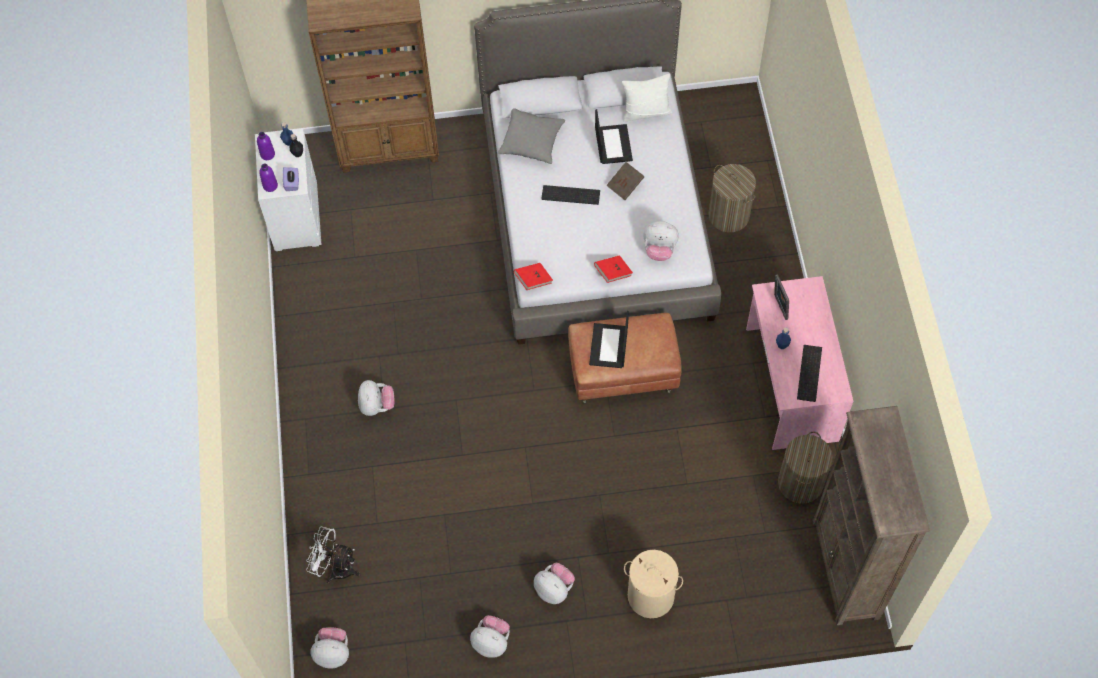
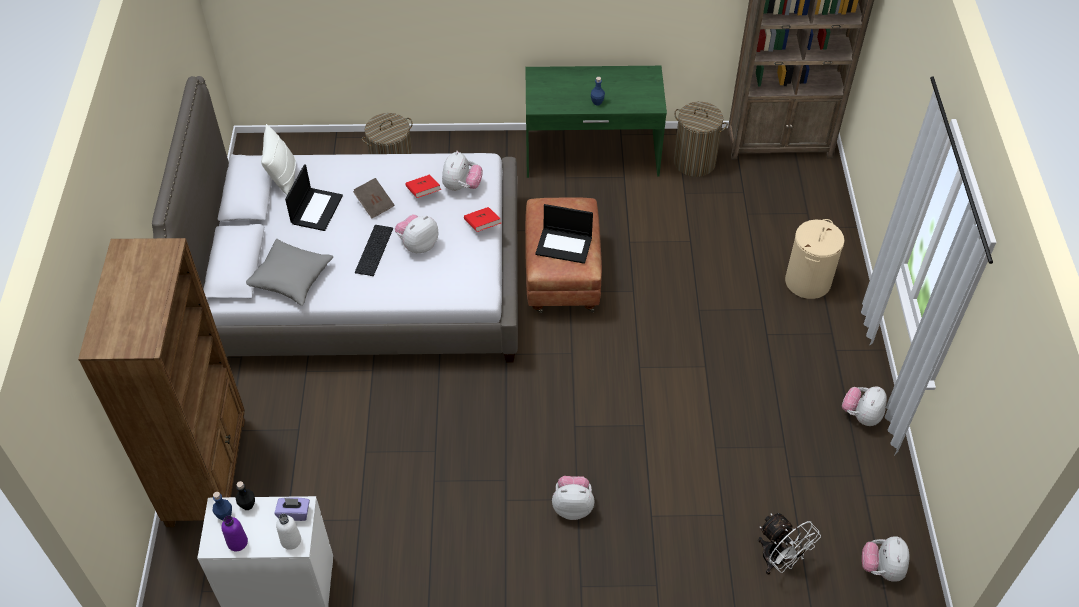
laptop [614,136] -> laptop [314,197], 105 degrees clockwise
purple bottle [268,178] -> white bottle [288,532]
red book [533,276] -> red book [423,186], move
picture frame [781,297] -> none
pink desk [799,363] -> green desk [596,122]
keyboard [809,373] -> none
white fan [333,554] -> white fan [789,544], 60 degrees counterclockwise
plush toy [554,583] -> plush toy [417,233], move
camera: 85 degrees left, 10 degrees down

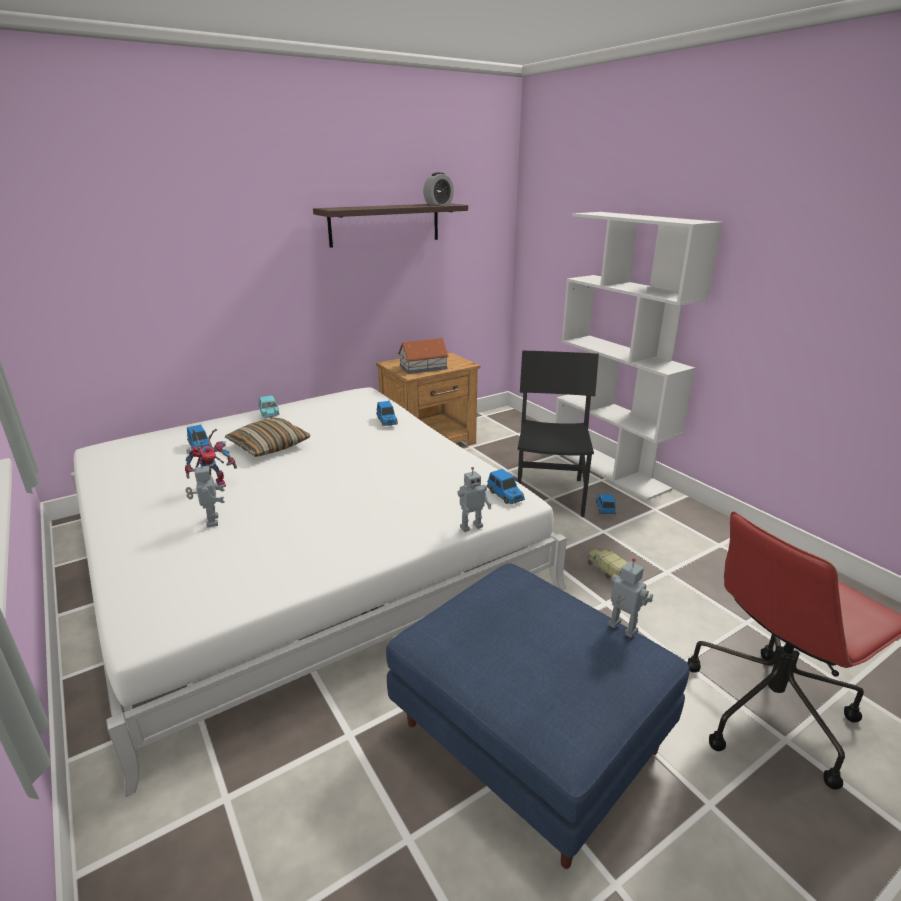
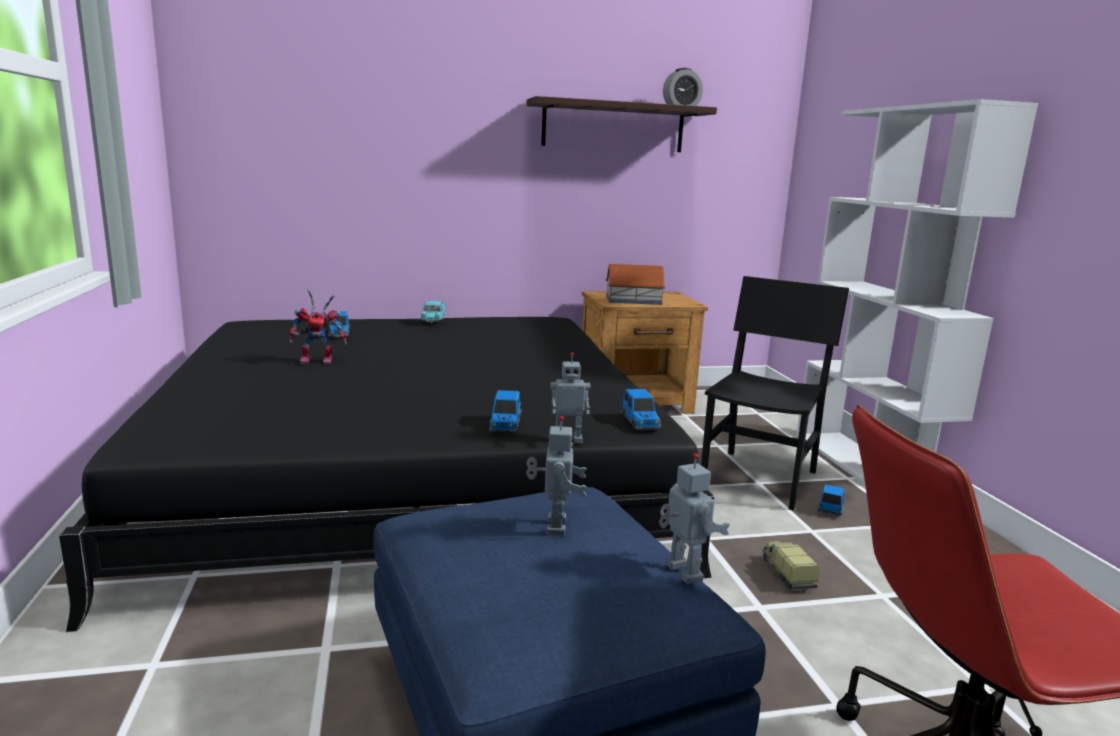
white bed [319,592] -> black bed [387,474]
toy car [387,413] -> toy car [505,411], move
pillow [268,437] -> none
toy robot [205,494] -> toy robot [556,476], move
camera: 20 degrees right, 10 degrees down

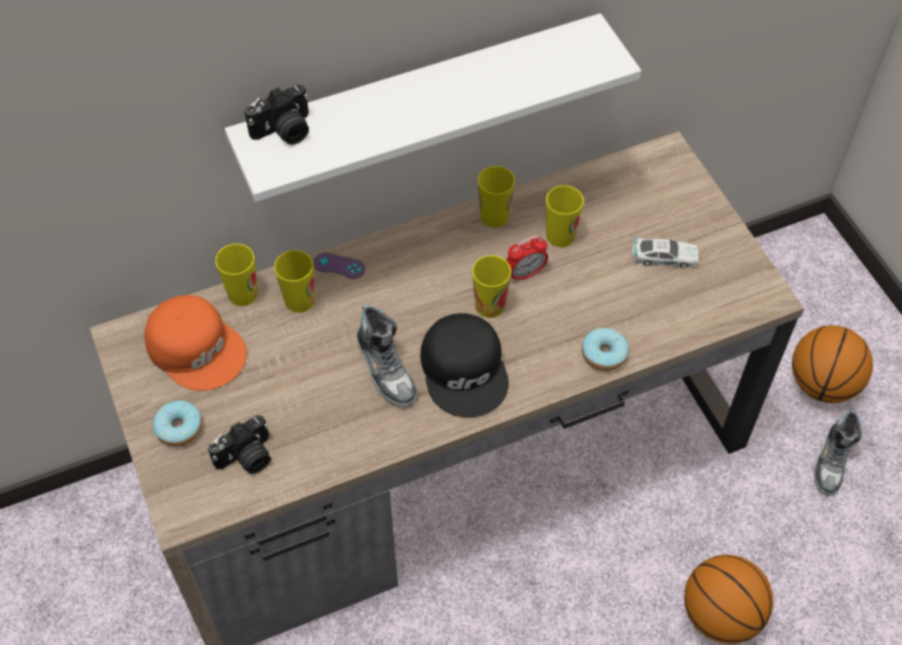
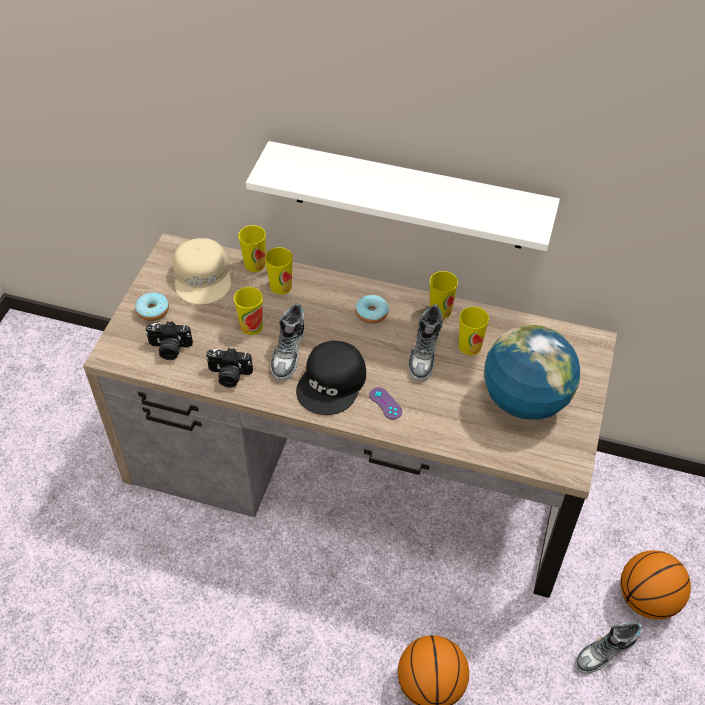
photo camera [276,115] -> photo camera [229,368], move
alarm clock [527,259] -> shoe [425,342]
toy car [665,252] -> globe [532,372]
purple game controller [339,266] -> purple game controller [385,403], move
cup [491,286] -> cup [248,311], move
orange cap [195,343] -> beige cap [201,271]
donut [605,349] -> donut [372,309], move
camera: 40 degrees right, 5 degrees down

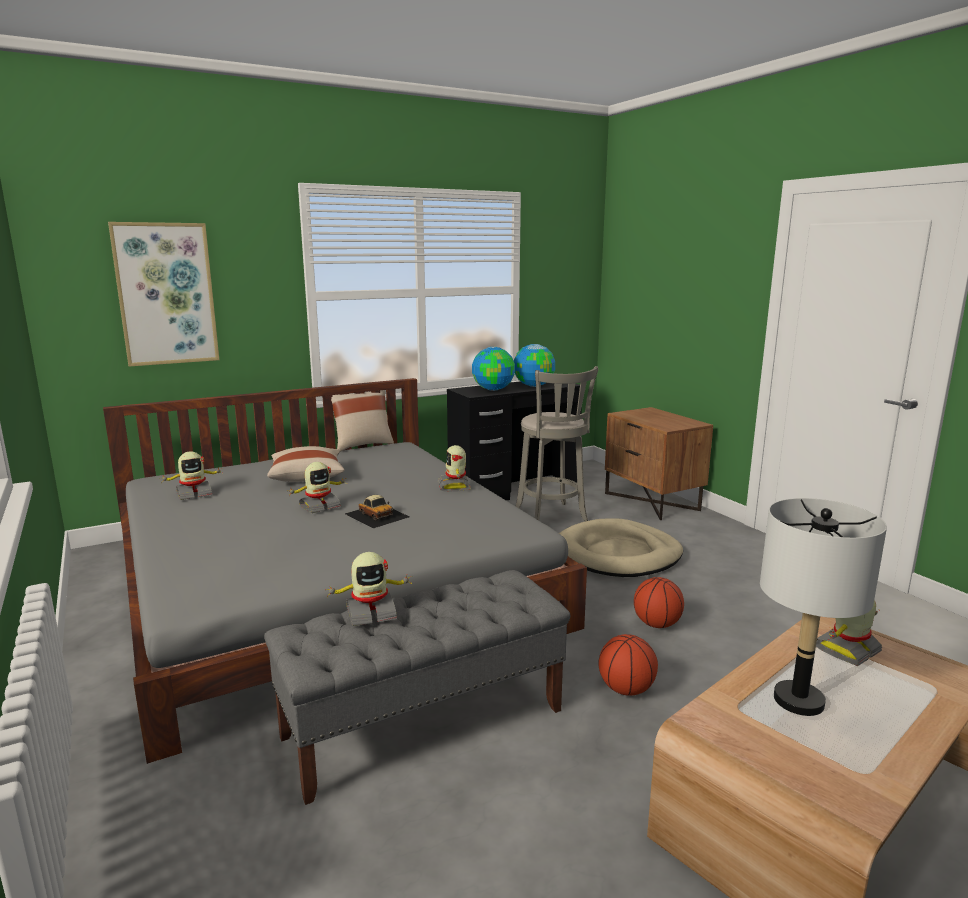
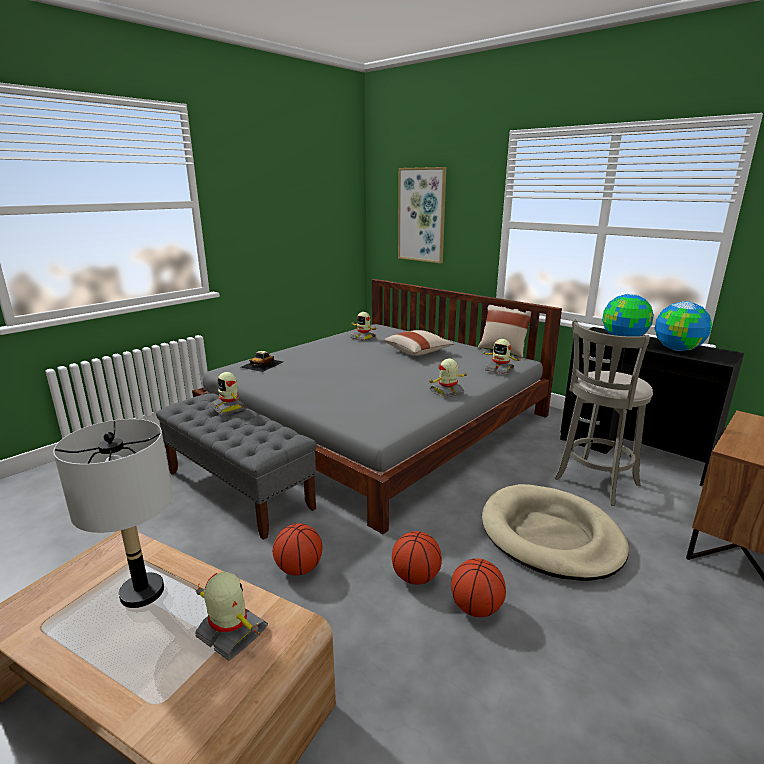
toy robot [318,487] -> toy robot [502,357], move
toy car [377,511] -> toy car [262,361], move
none -> basketball [478,588]
camera: 70 degrees right, 5 degrees up

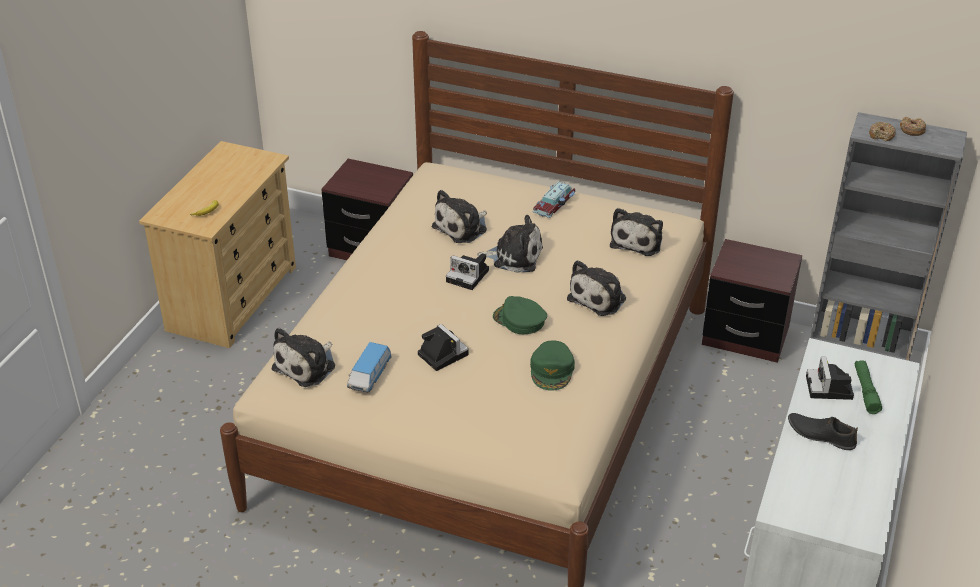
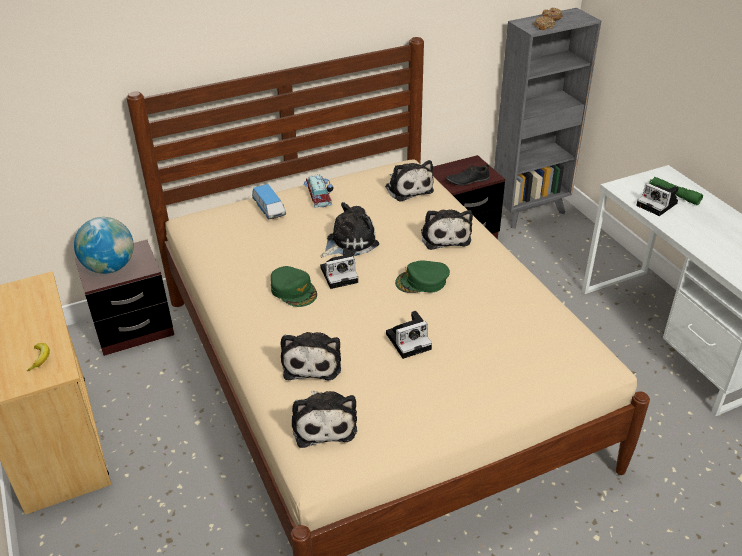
plush toy [459,216] -> plush toy [311,356], move
photo camera [443,347] -> photo camera [409,335], 150 degrees clockwise
green cap [552,365] -> green cap [294,286], move
toy car [369,367] -> toy car [269,201], move
black shoe [823,431] -> black shoe [468,175], move
none -> globe [104,245]
camera: 45 degrees left, 0 degrees up

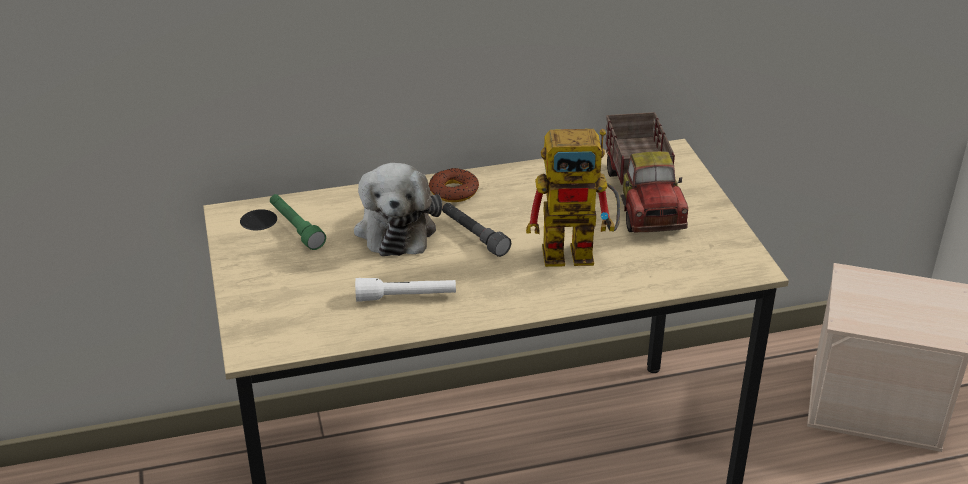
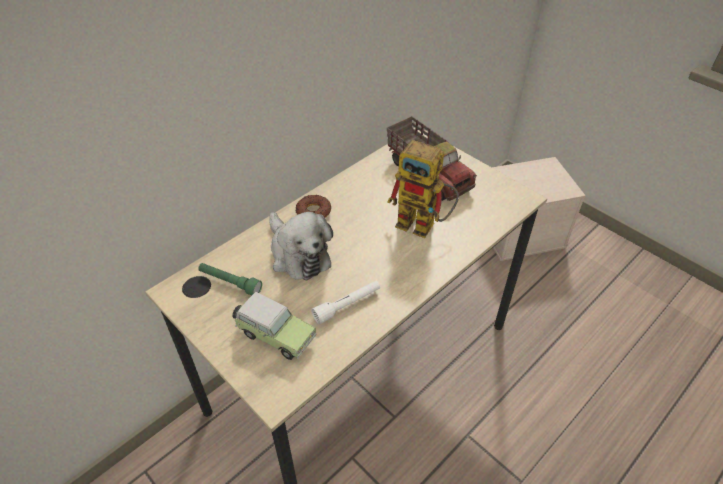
toy robot [573,198] -> toy robot [423,189], 60 degrees clockwise
grey flashlight [476,230] -> none
none -> toy car [274,326]
camera: 30 degrees left, 10 degrees up

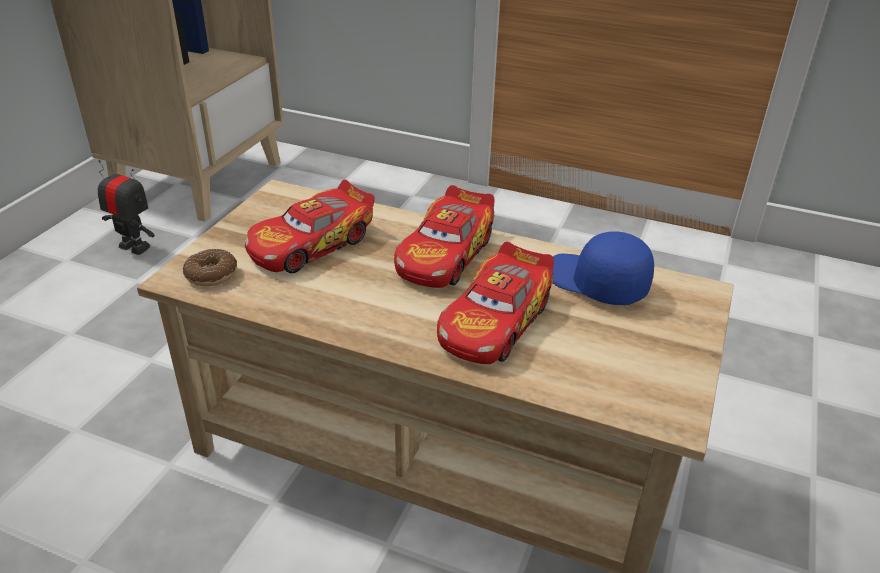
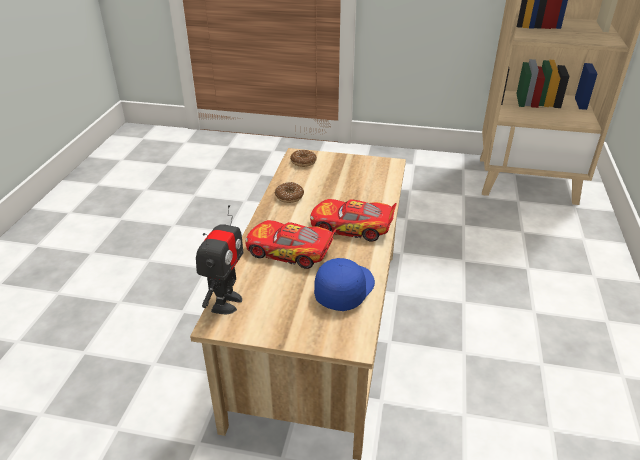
toy robot [126,207] -> toy robot [219,259], move
toy car [310,226] -> none
none -> donut [289,192]
camera: 80 degrees right, 0 degrees up

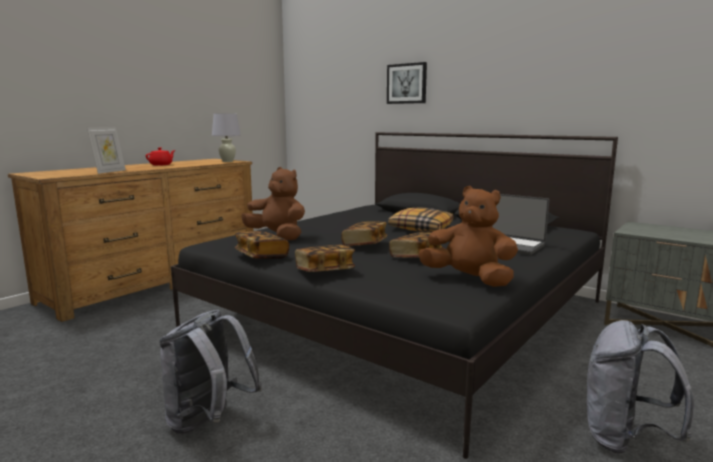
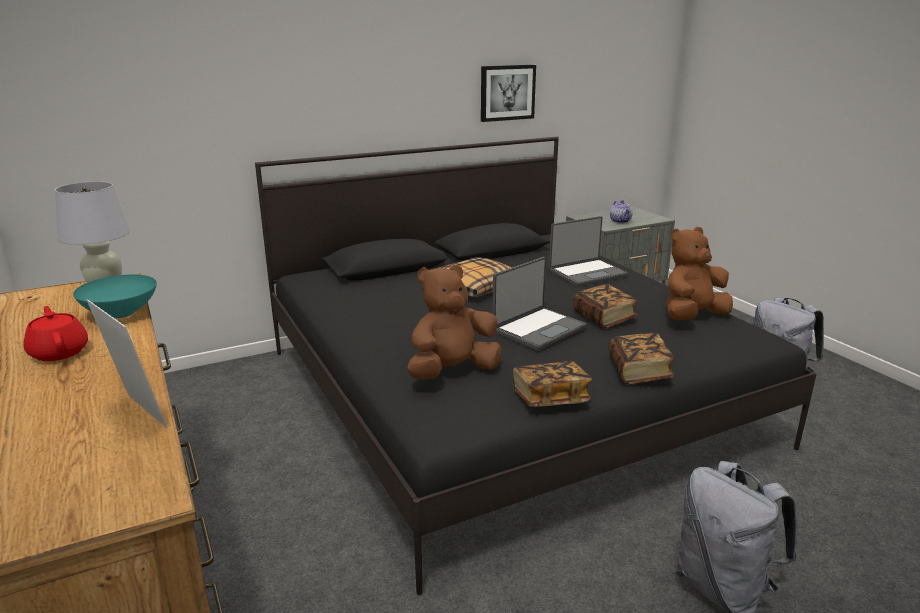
picture [407,83] -> picture [508,93], move
book [364,233] -> laptop [539,303]
none -> teapot [621,211]
none -> turquoise bowl [115,296]
camera: 65 degrees left, 10 degrees up

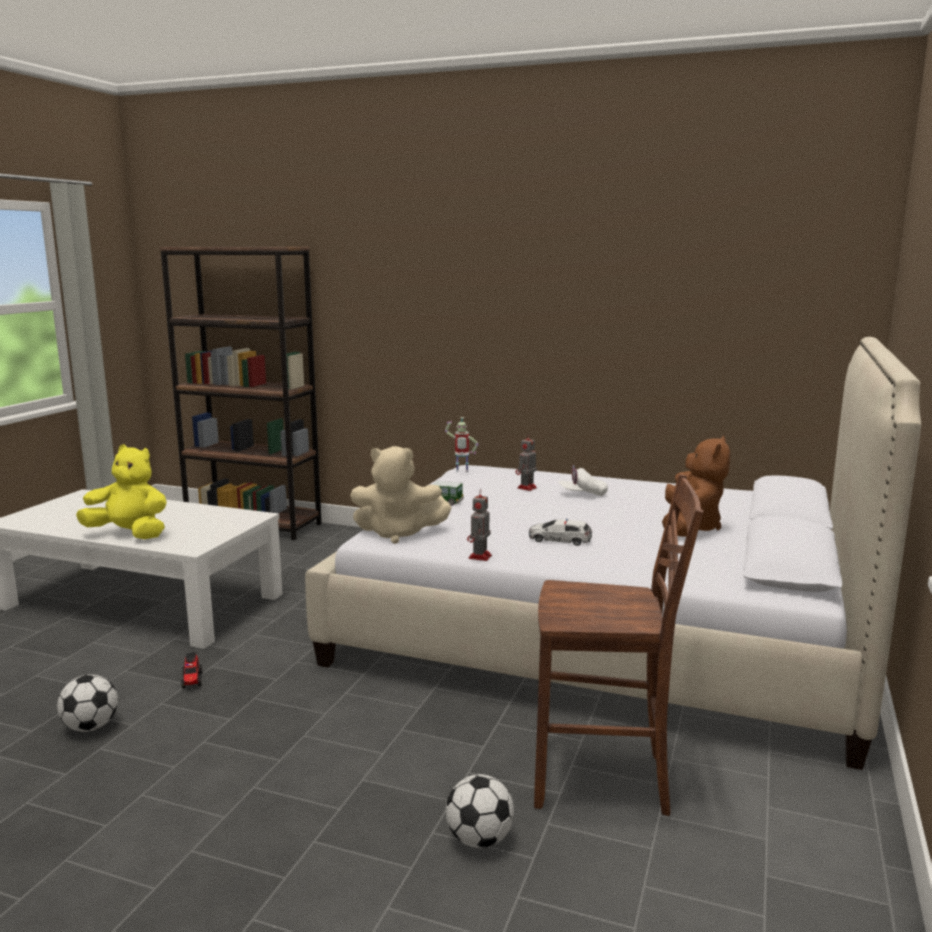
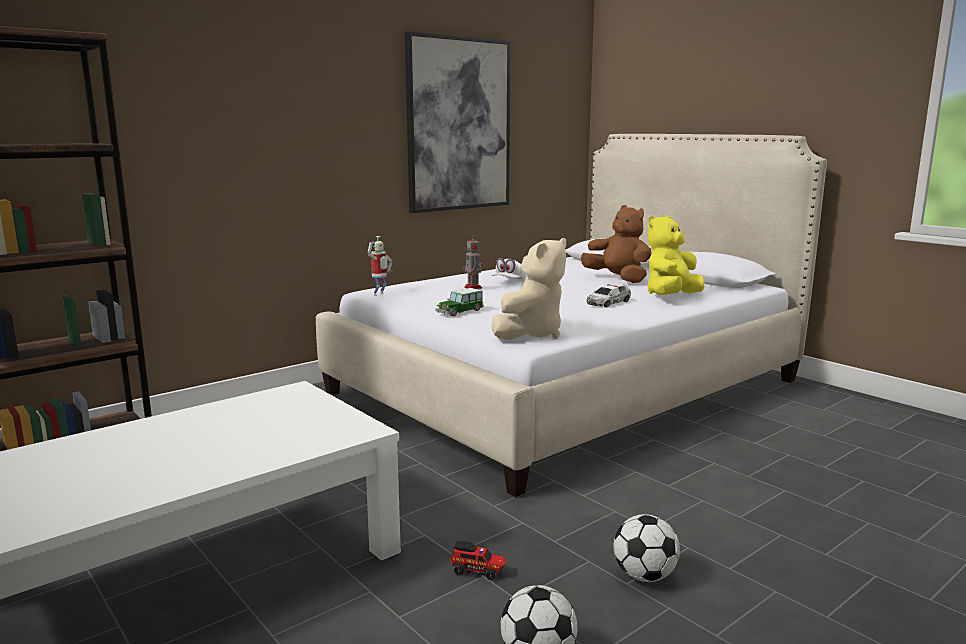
yellow plush toy [121,491] -> yellow plush toy [676,255], move
brown chair [619,645] -> none
toy robot [479,527] -> none
football [480,811] -> football [647,548], move
none -> picture [458,122]
camera: 60 degrees left, 0 degrees up

